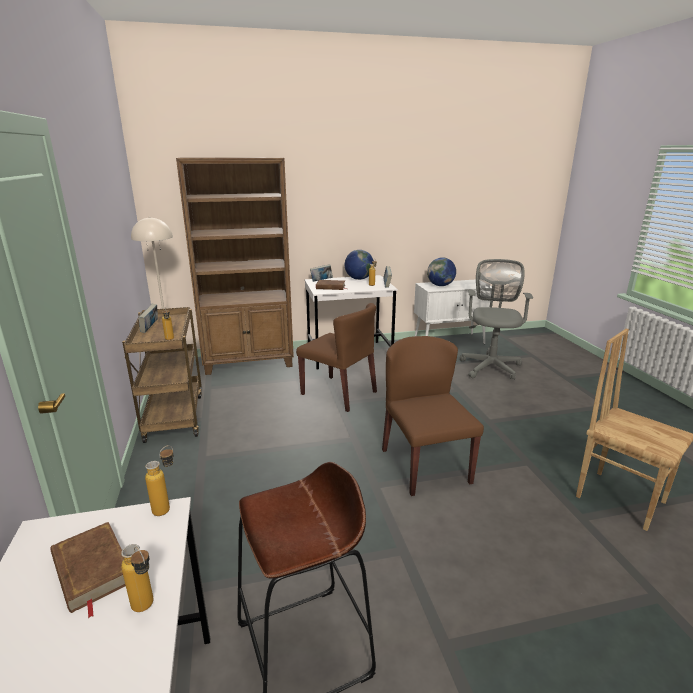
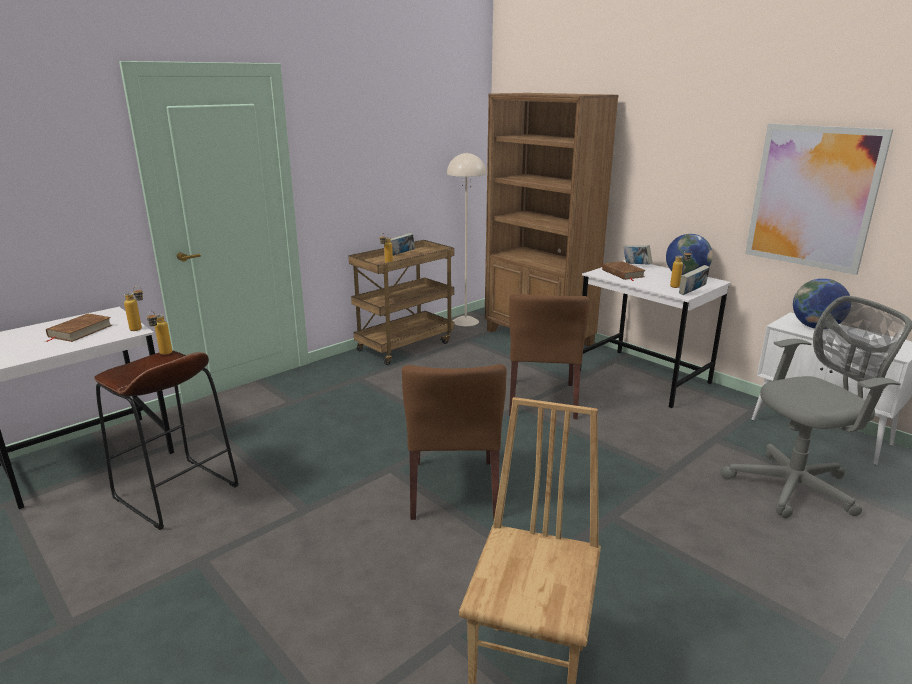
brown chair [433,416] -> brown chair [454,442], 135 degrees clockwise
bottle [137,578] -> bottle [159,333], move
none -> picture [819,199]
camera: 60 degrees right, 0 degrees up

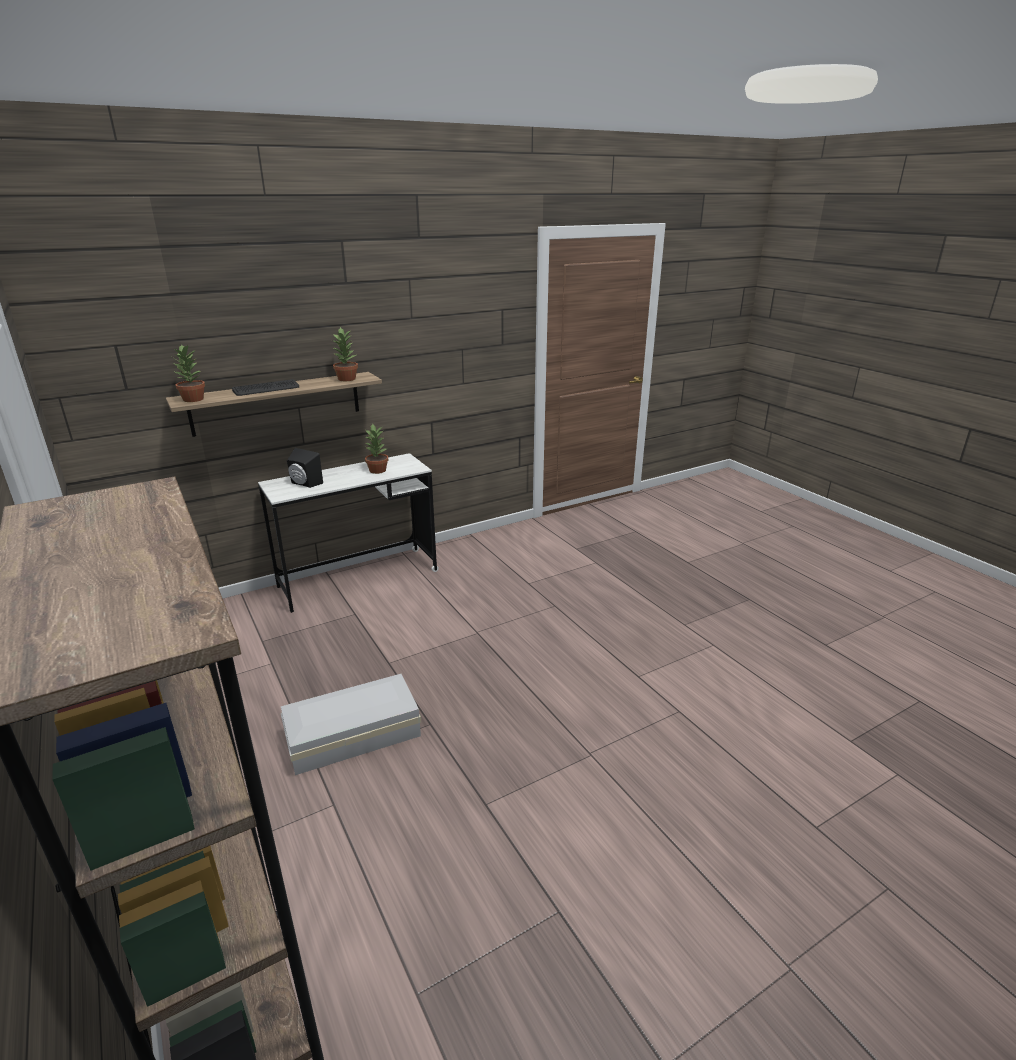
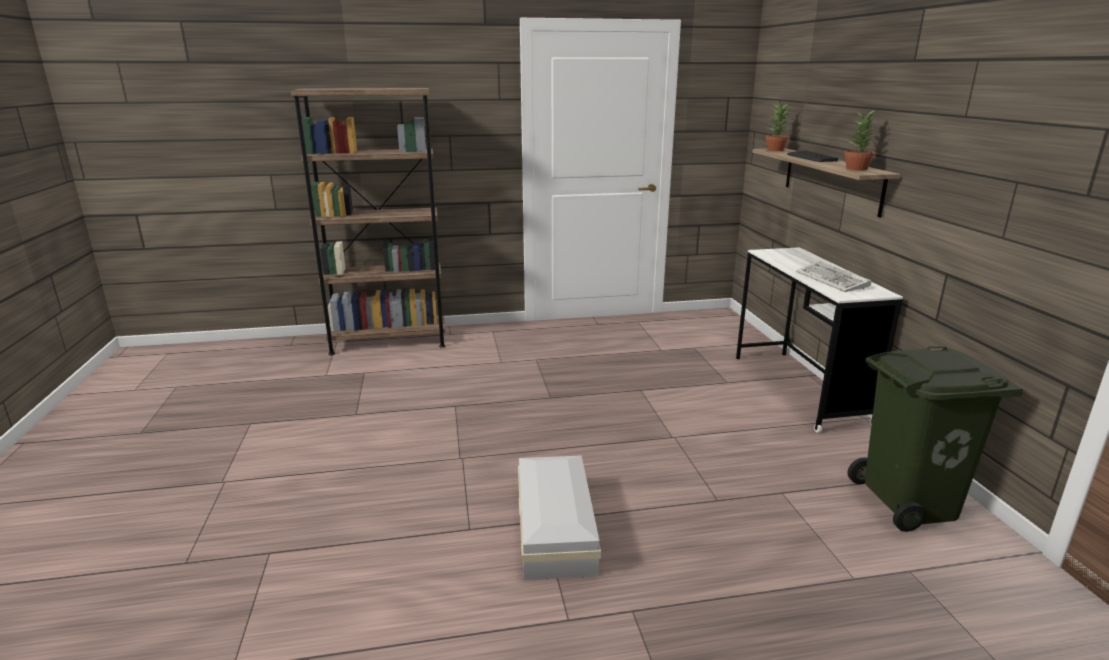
potted plant [376,449] -> keyboard [833,276]
black speaker [305,468] -> none
white storage box [351,724] -> white storage box [559,517], move
none -> green trash can [935,439]
camera: 110 degrees right, 5 degrees down

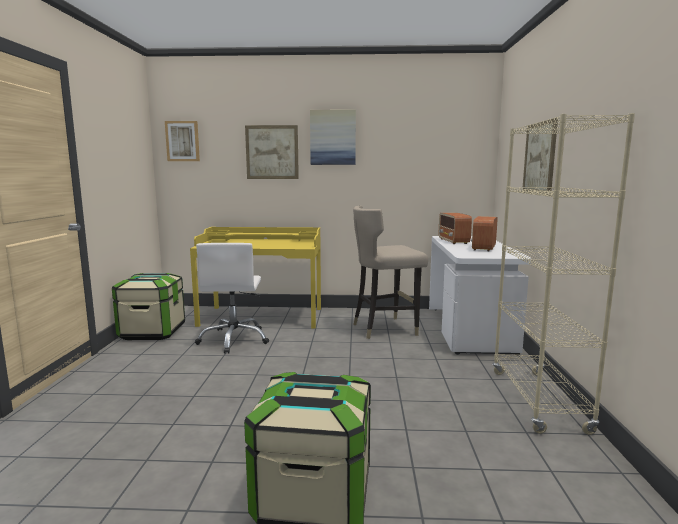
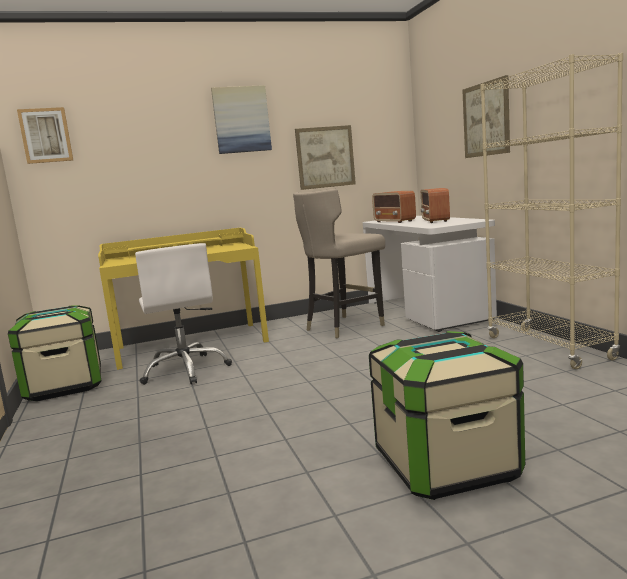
picture [272,152] -> picture [325,157], move
camera: 20 degrees left, 0 degrees up

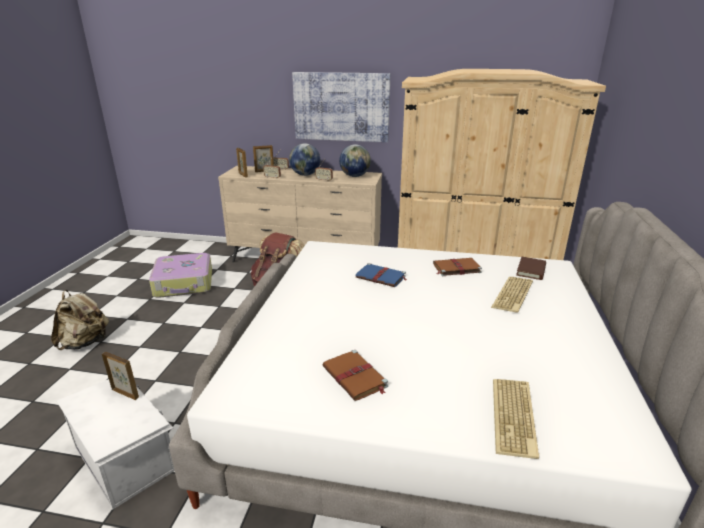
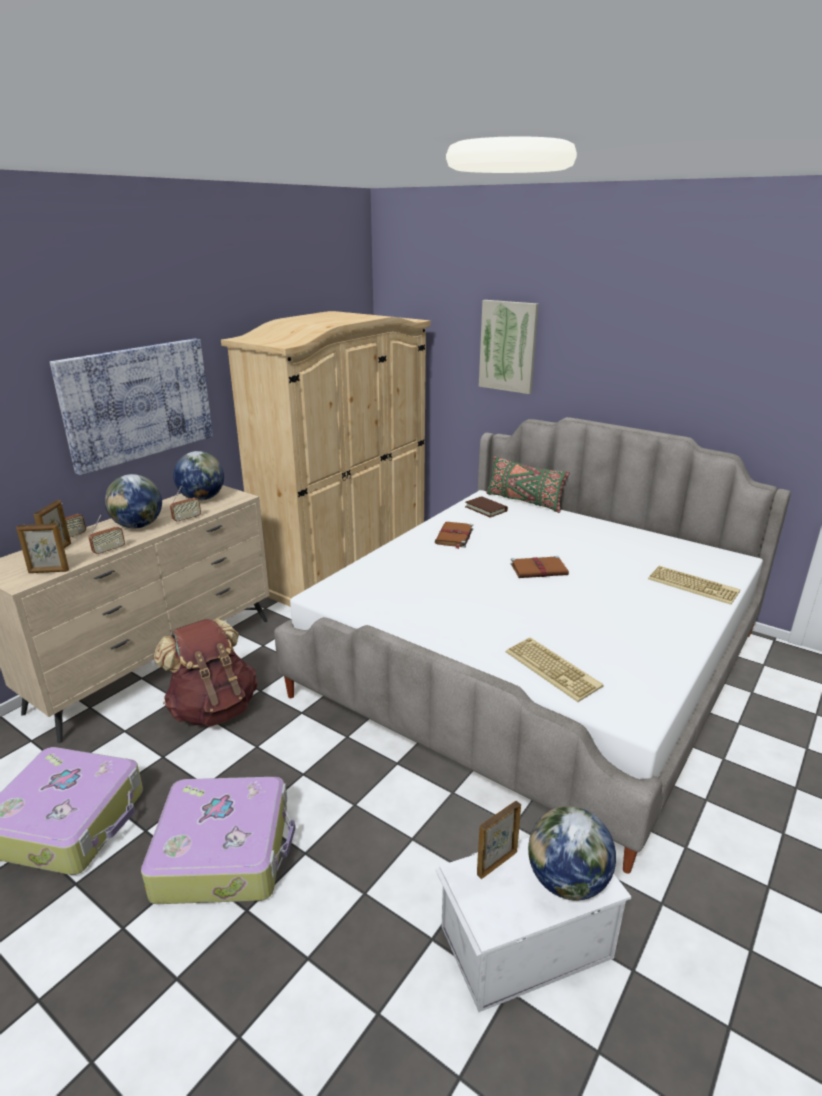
blue book [381,275] -> none
keyboard [512,295] -> keyboard [555,669], move
beige backpack [80,320] -> none
brown book [355,375] -> brown book [539,567], move
none -> picture [509,347]
none -> green pillow [528,484]
none -> suitcase [218,840]
none -> globe [572,853]
camera: 65 degrees left, 0 degrees up

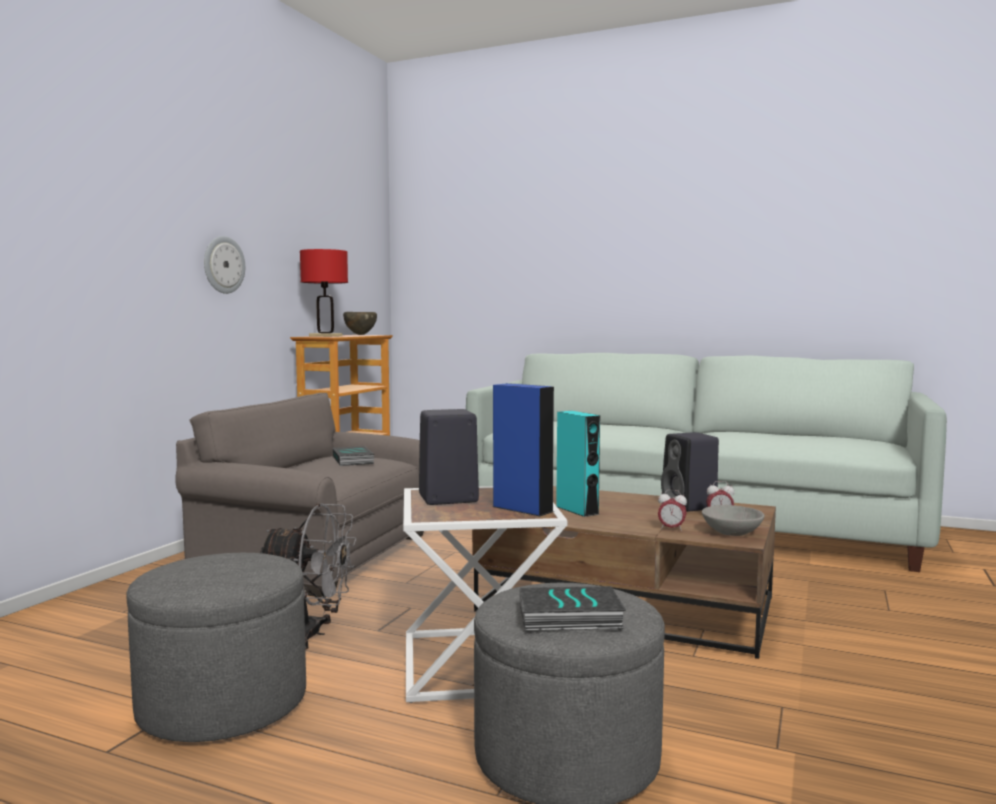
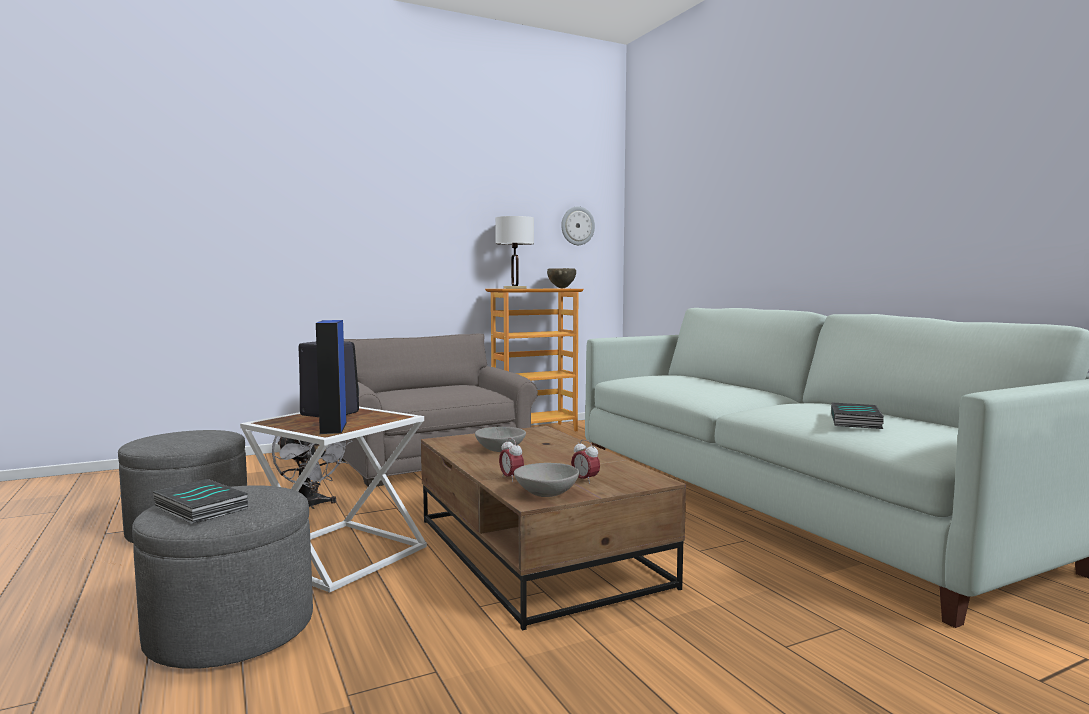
wall clock [224,265] -> wall clock [578,225], move
red table lamp [324,293] -> white table lamp [514,252]
turquoise speaker [578,464] -> grey bowl [500,439]
black speaker [690,472] -> none
book [353,456] -> book [857,416], move
camera: 40 degrees right, 0 degrees up

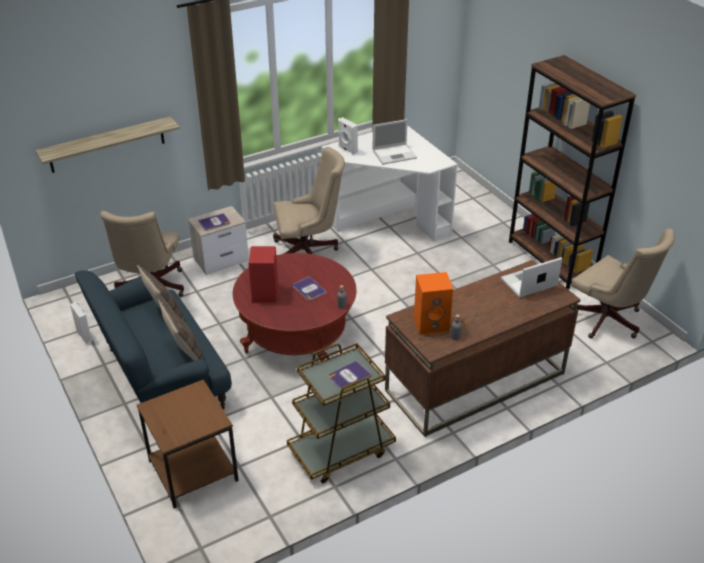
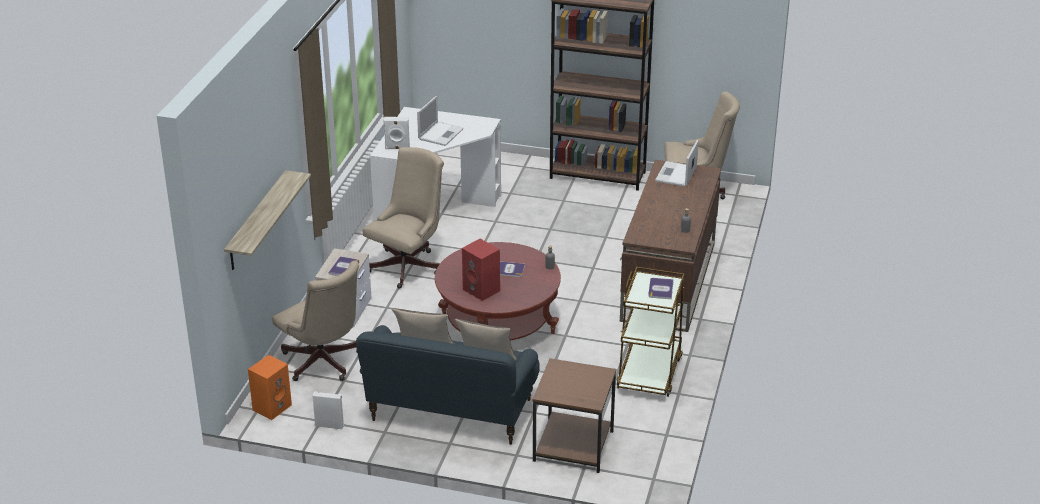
orange speaker [433,303] -> orange speaker [270,387], move
camera: 45 degrees left, 5 degrees down

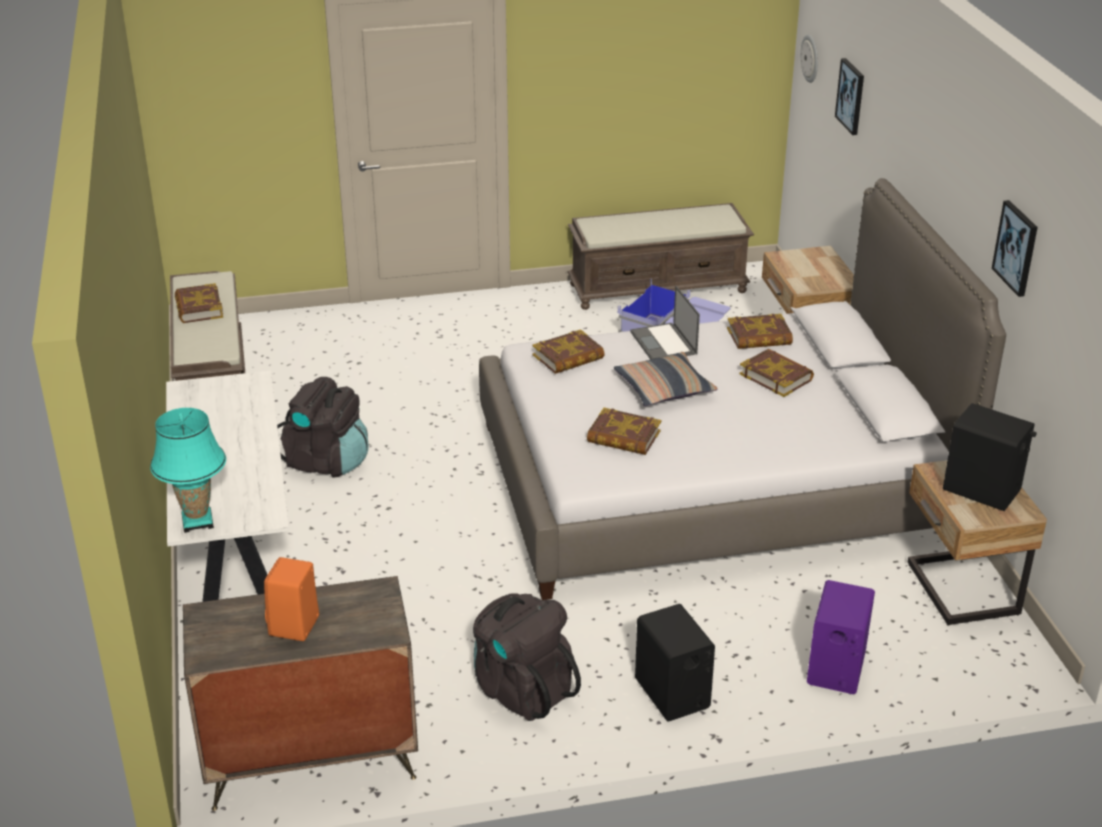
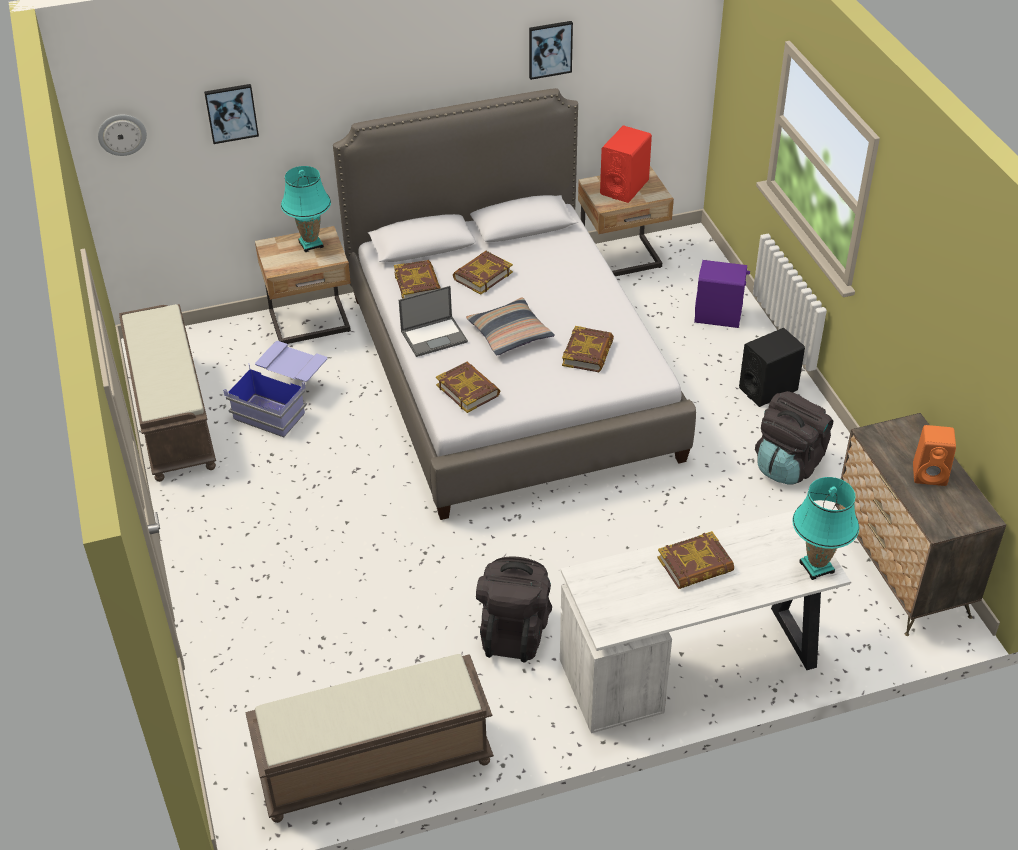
book [199,303] -> book [695,560], move
black speaker [990,457] -> red speaker [626,164]
none -> turquoise table lamp [306,209]
camera: 95 degrees left, 10 degrees up

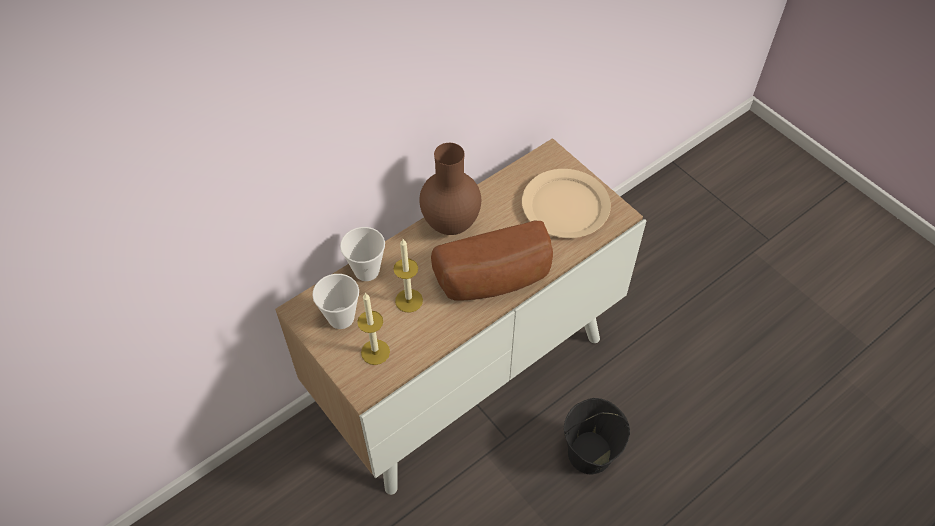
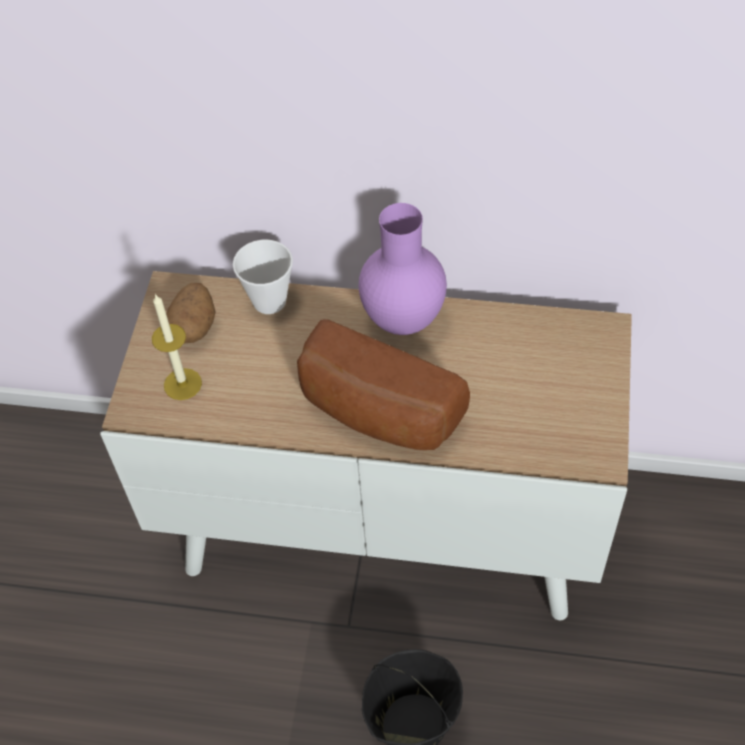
brown vase [450,189] -> purple vase [403,269]
beige plate [566,203] -> none
candle [408,276] -> none
cup [335,301] -> potato [191,313]
camera: 50 degrees right, 0 degrees up

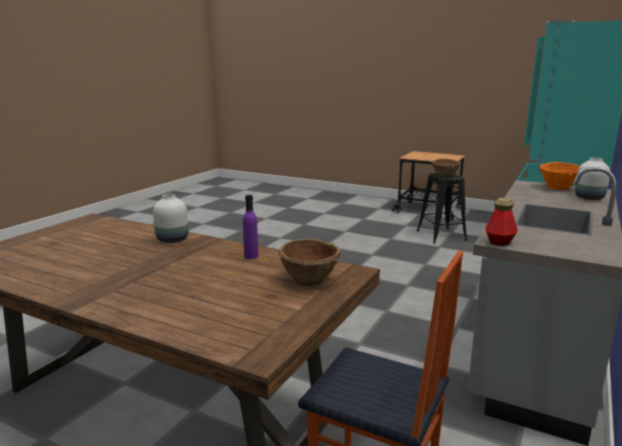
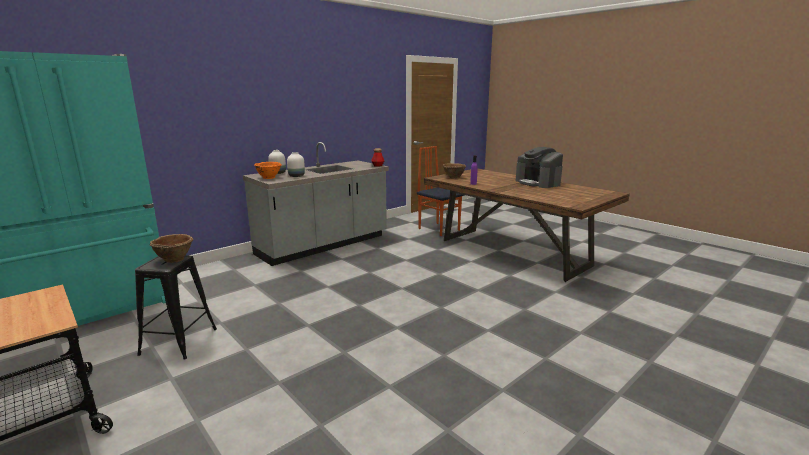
white vase [171,218] -> white vase [296,164], move
none -> coffee machine [539,167]
camera: 160 degrees left, 0 degrees up

